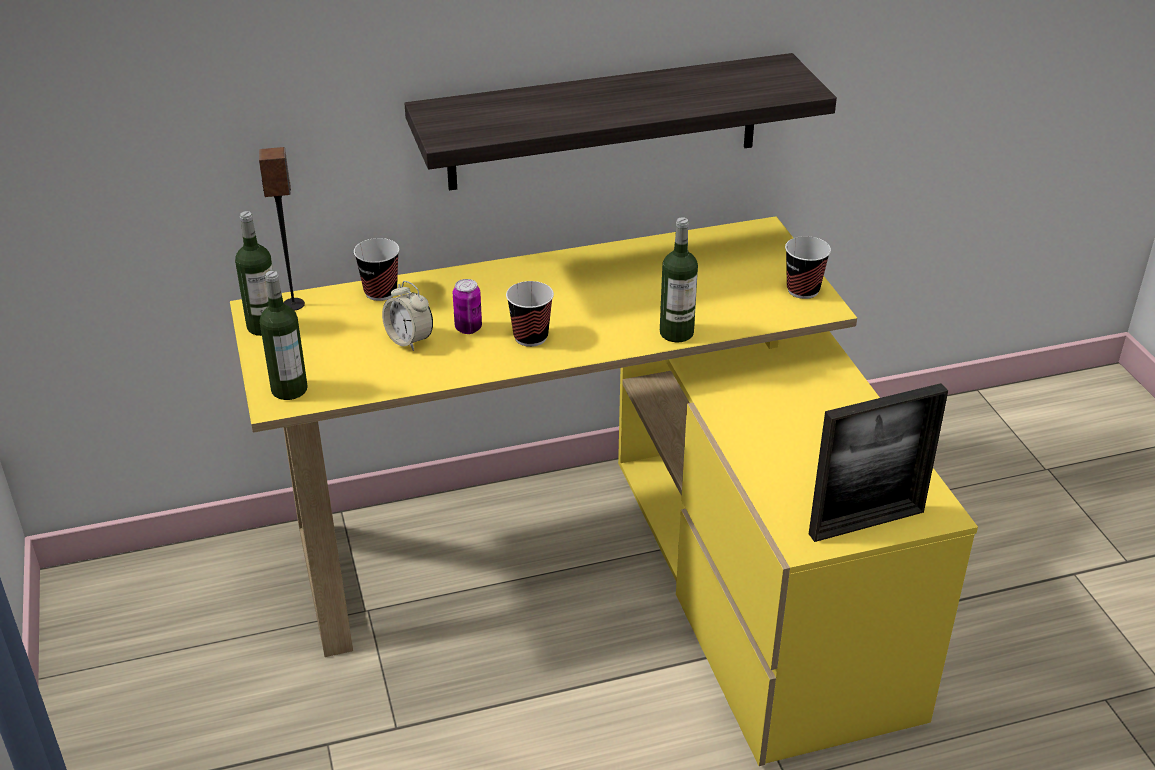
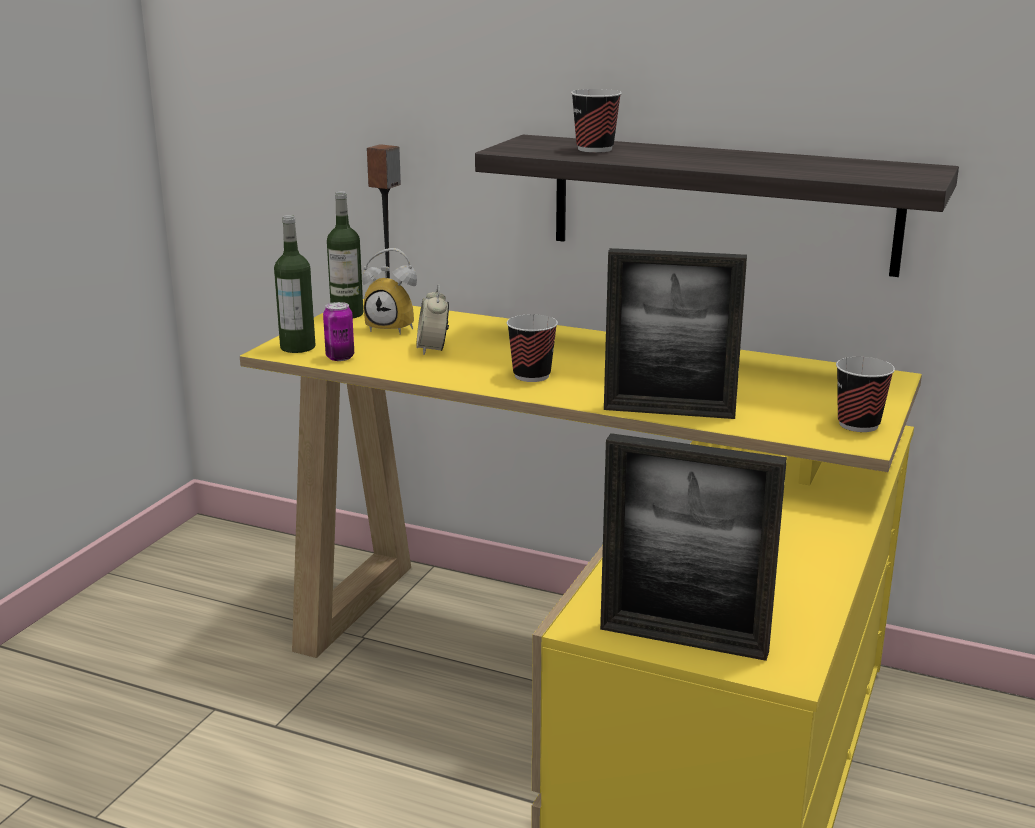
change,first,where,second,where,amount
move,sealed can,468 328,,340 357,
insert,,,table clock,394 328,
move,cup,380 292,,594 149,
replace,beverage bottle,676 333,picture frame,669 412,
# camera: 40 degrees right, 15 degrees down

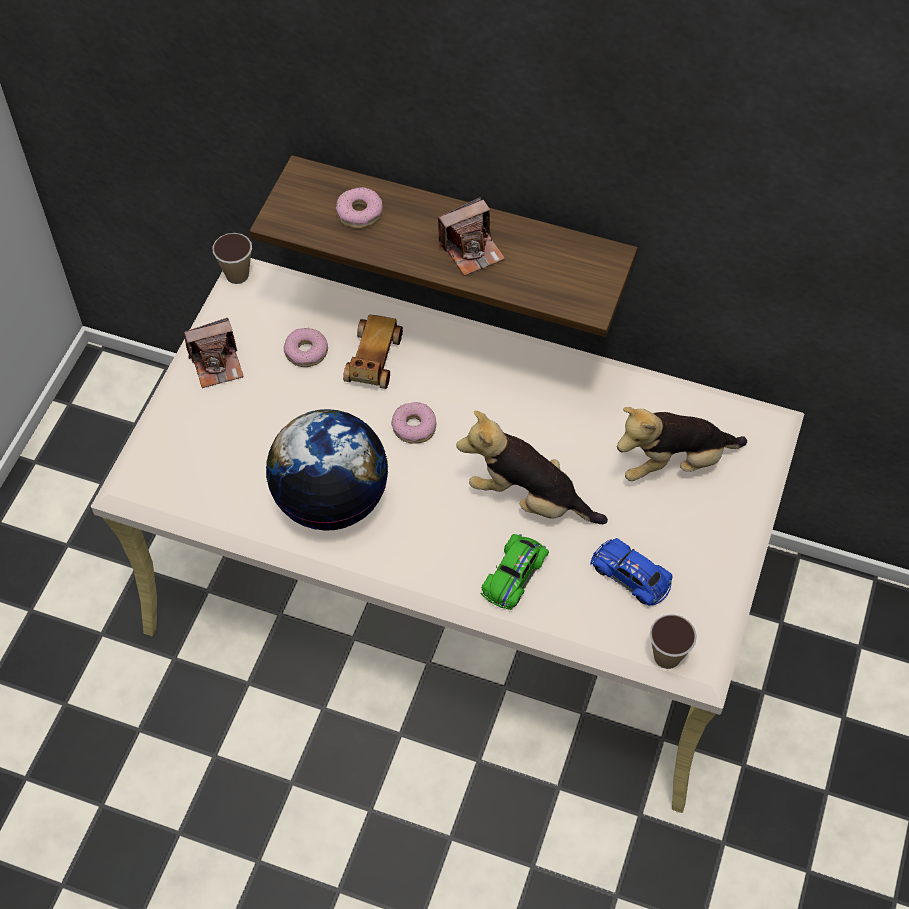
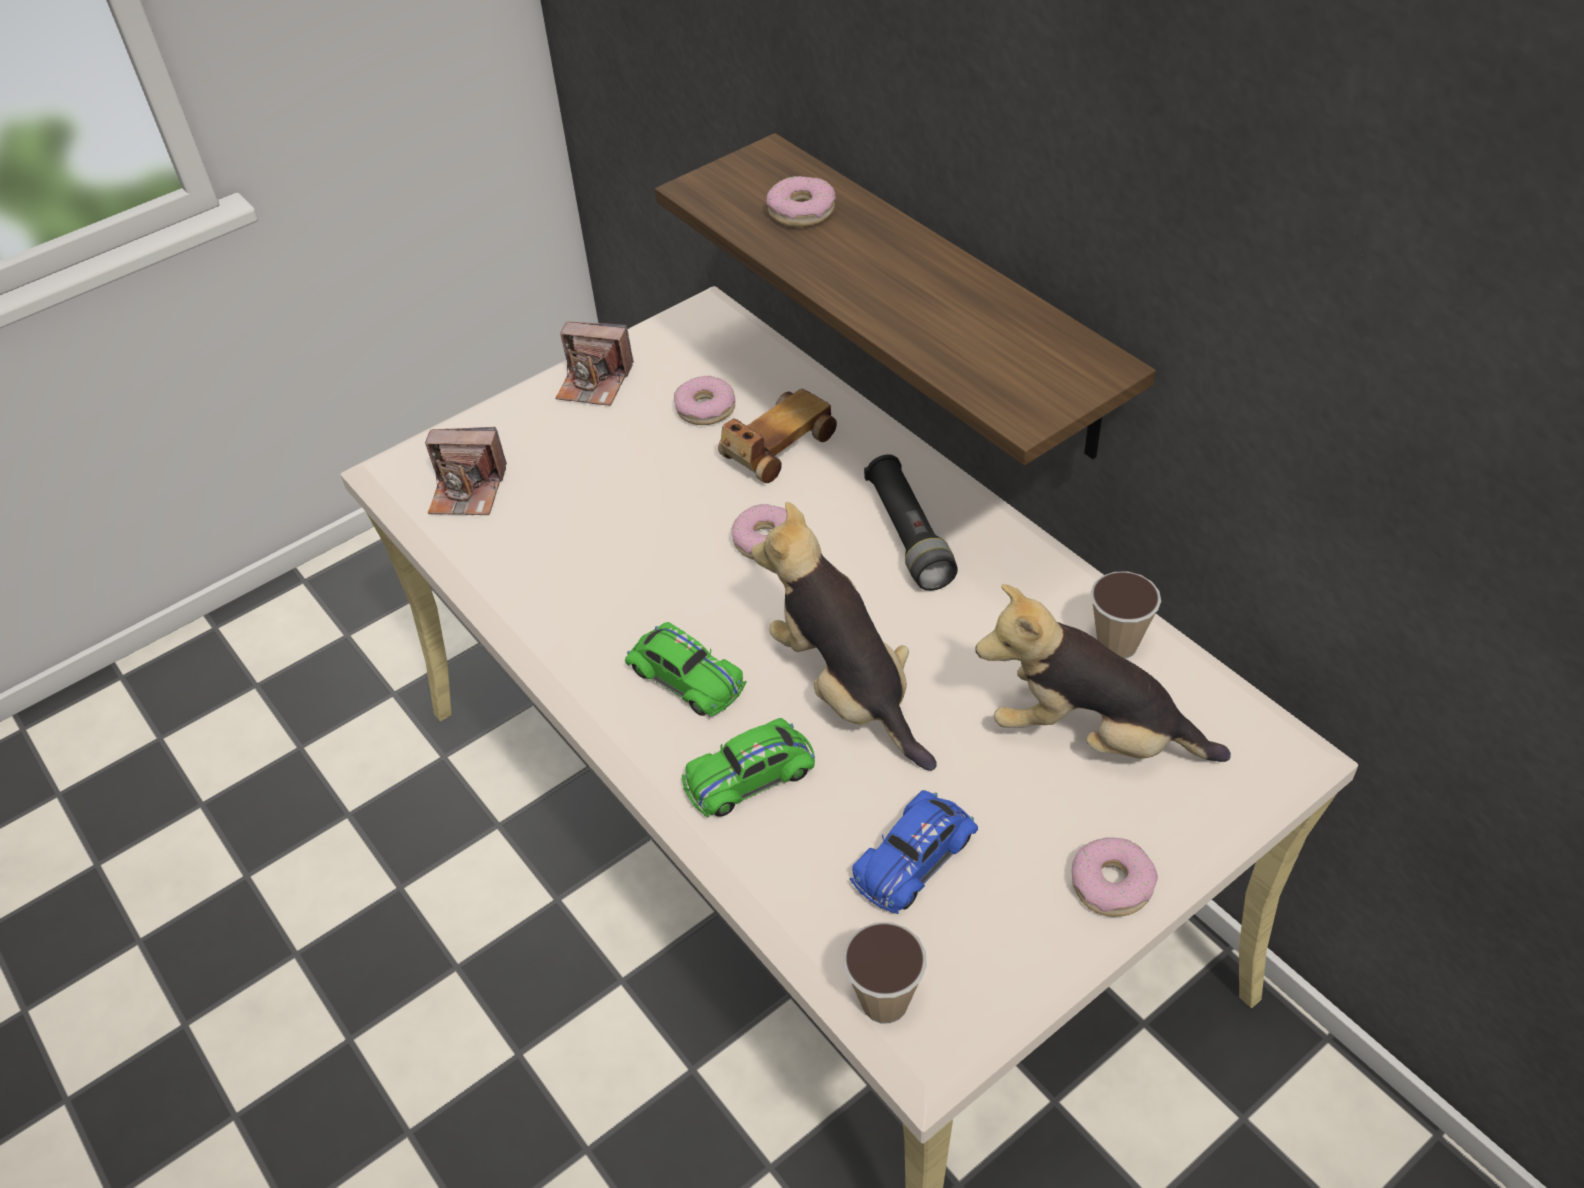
change,first,where,second,where,amount
move,still camera,471 250,,468 491,
insert,,,model car in green,686 678,
rotate,model car in blue-coloured,630 576,,914 859,120 degrees counterclockwise
insert,,,hand torch in blackish,909 535,
insert,,,ring doughnut,1112 884,
move,cup,237 275,,1117 644,
delete,desk globe,331 500,,,
# camera: 35 degrees right, 10 degrees down

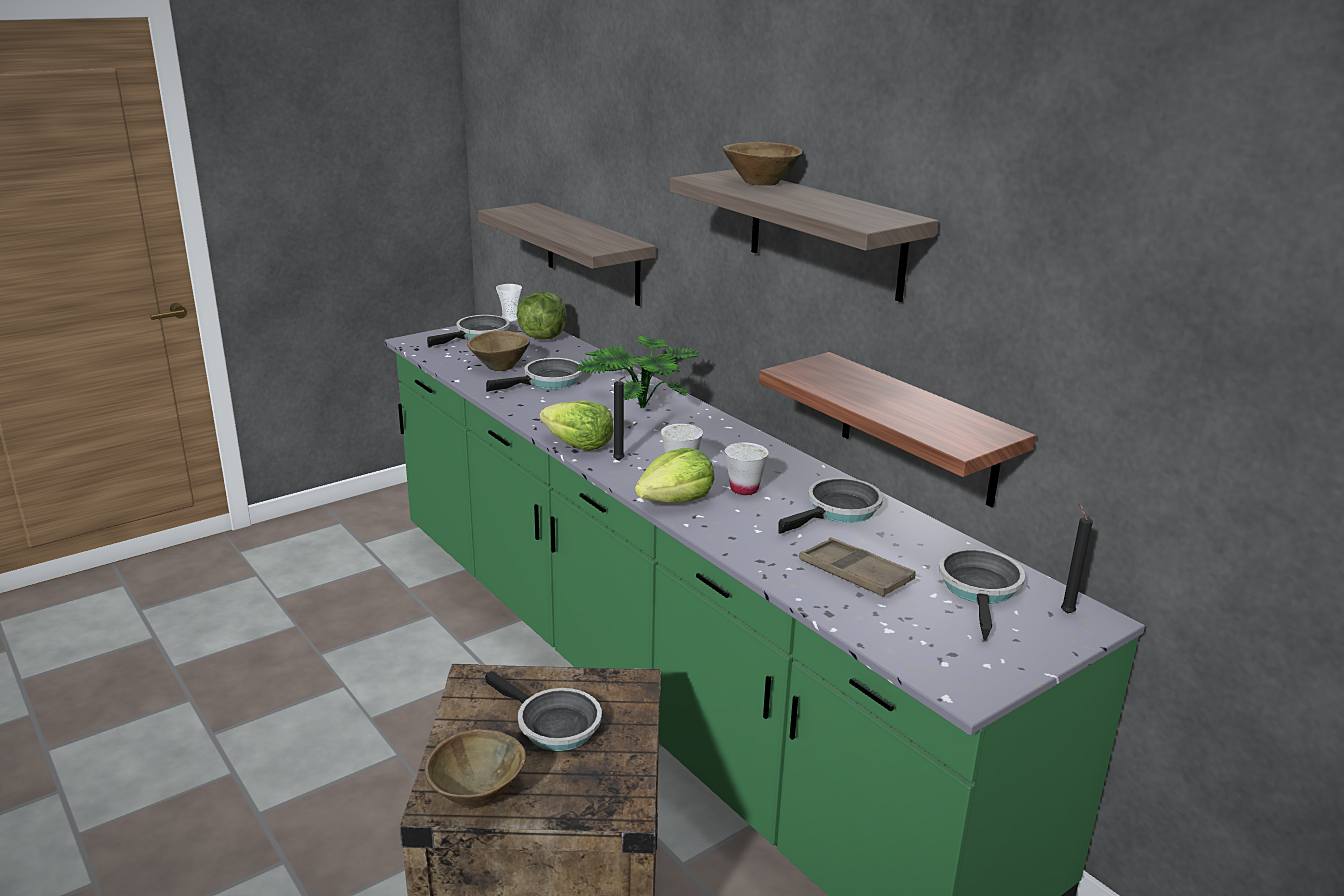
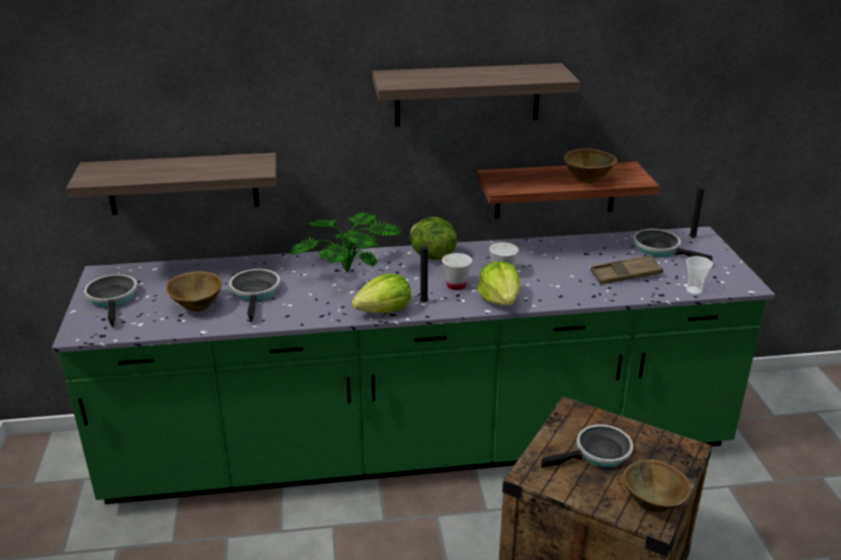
change,first,where,second,where,amount
move,head of lettuce,542 337,,431 256,
move,bowl in brownish,760 183,,587 179,
move,cup,510 319,,694 291,
delete,skillet,839 511,,,
# camera: 60 degrees left, 5 degrees up

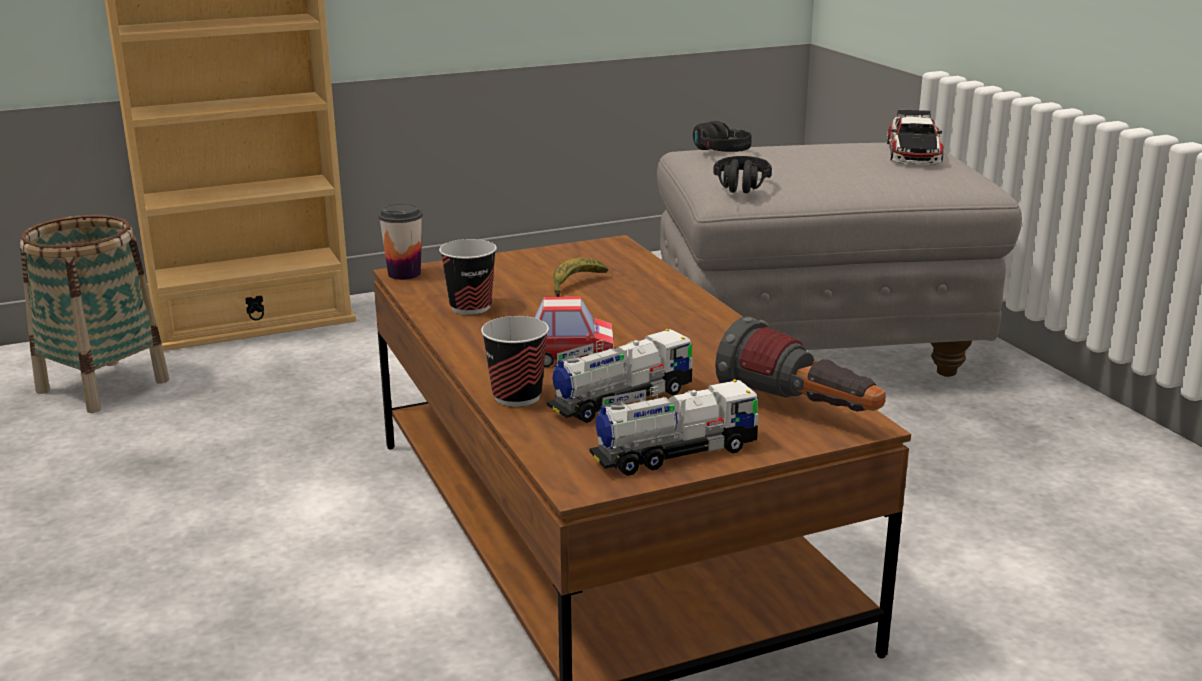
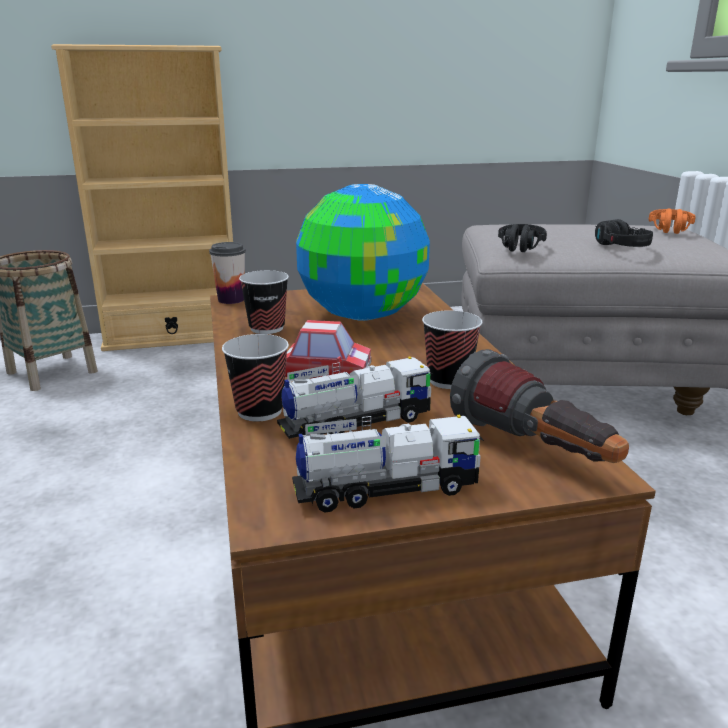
change,first,where,second,where,amount
replace,banana,575 285,desk globe,363 316,
insert,,,cup,448 380,
move,headset in blackish,714 150,,614 245,
replace,model car,913 152,headset in orange-coloured,670 231,
# camera: 10 degrees right, 0 degrees up

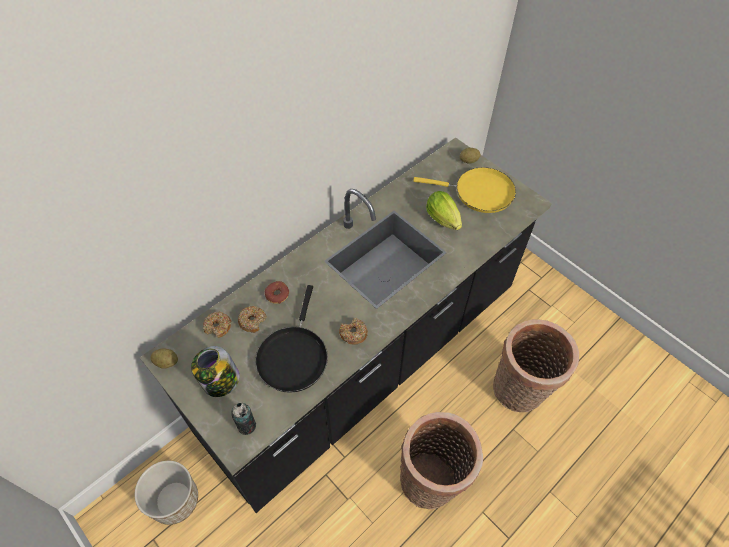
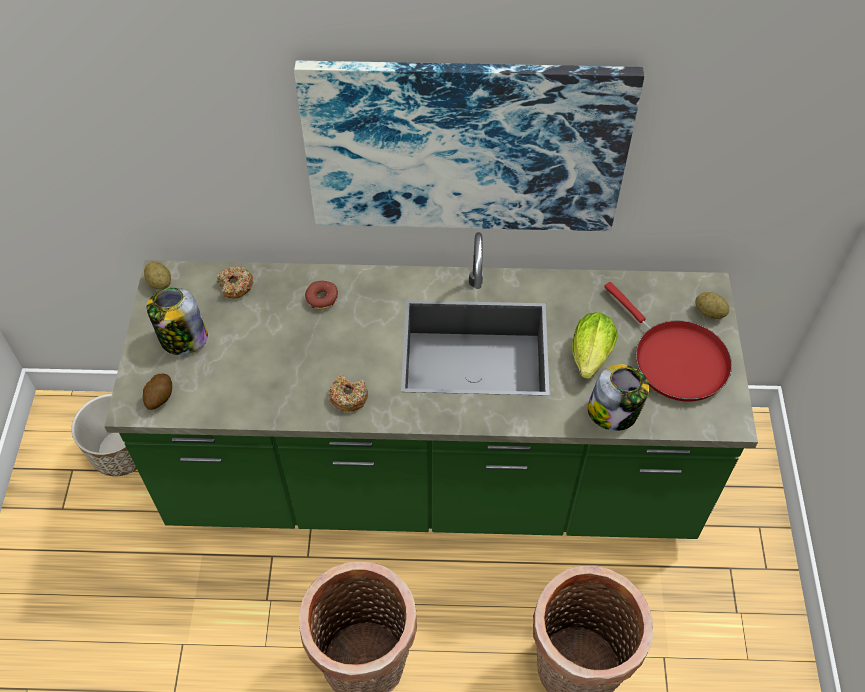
change,first,where,second,where,amount
recolor,counter in blackish,363 361,counter in green,432 477,
replace,sealed can,247 426,spud,160 398,
insert,,,wall art,465 146,
insert,,,preserve jar,613 412,
recolor,skillet in yellow,479 192,skillet in red-coloured,675 359,
delete,ring doughnut,252 321,,,
delete,skillet in blackish,293 356,,,
# camera: 45 degrees right, 0 degrees up

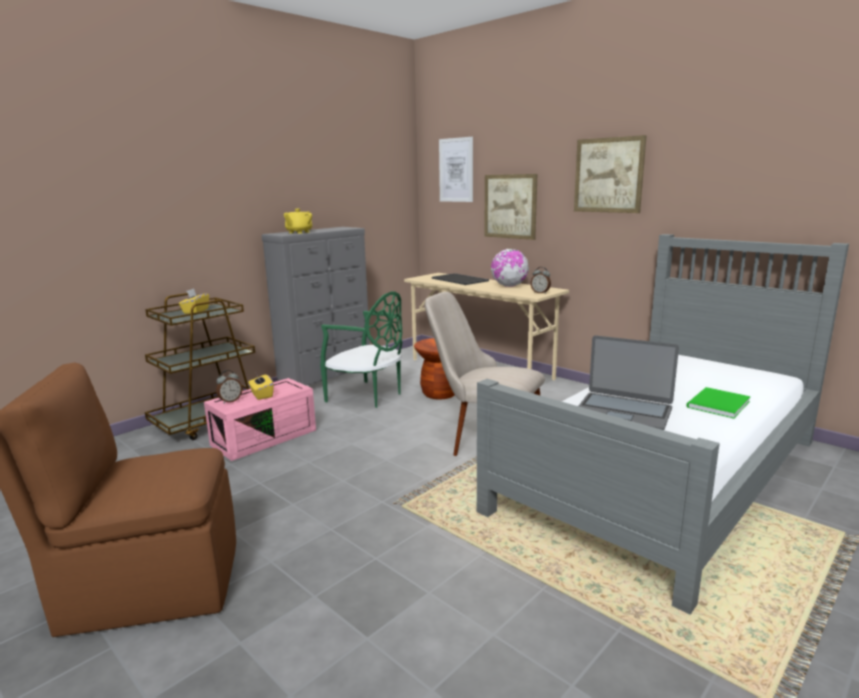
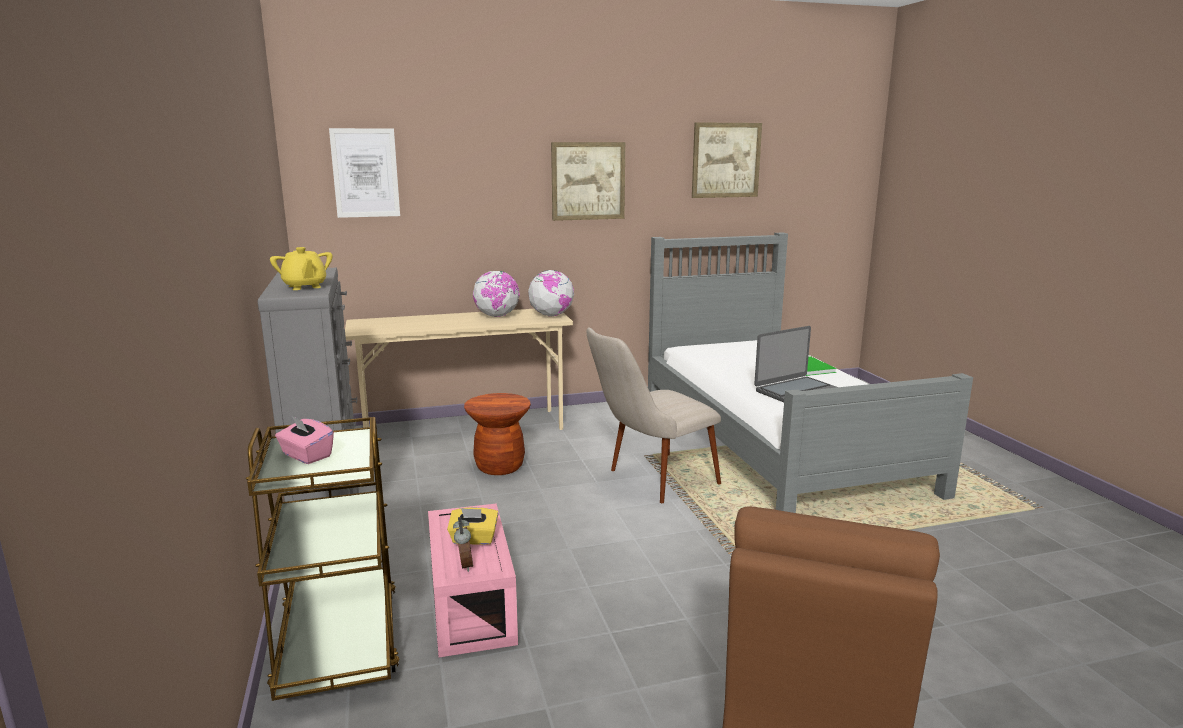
change,first,where,second,where,amount
recolor,tissue holder in yellow,195 311,tissue holder in pink,306 456,
replace,table clock,540 293,desk globe,551 315,
move,wall art,510 206,,726 160,
delete,plain chair in green,367 396,,,
delete,carrying tray,460 279,,,
# camera: 60 degrees left, 0 degrees up

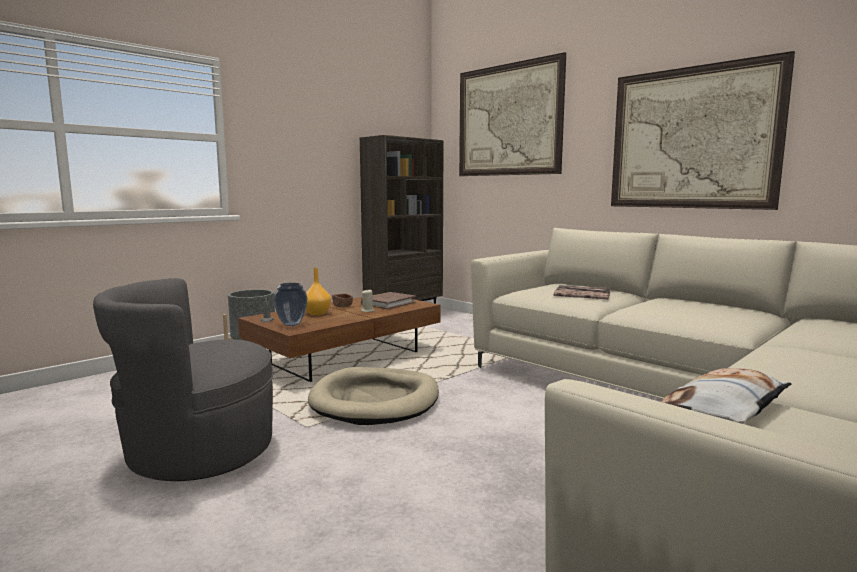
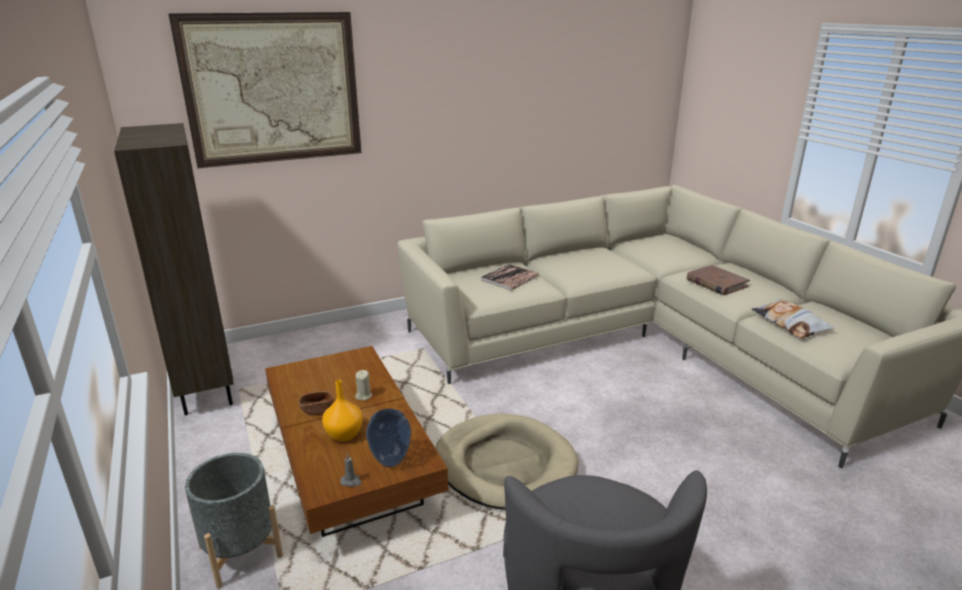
change,first,where,second,where,amount
move,book in brownish,388 303,,716 283,
delete,wall art,692 138,,,
# camera: 70 degrees left, 15 degrees up

